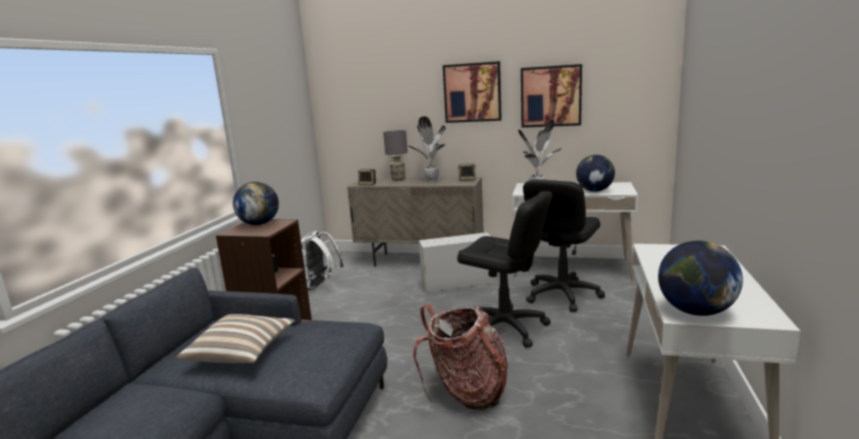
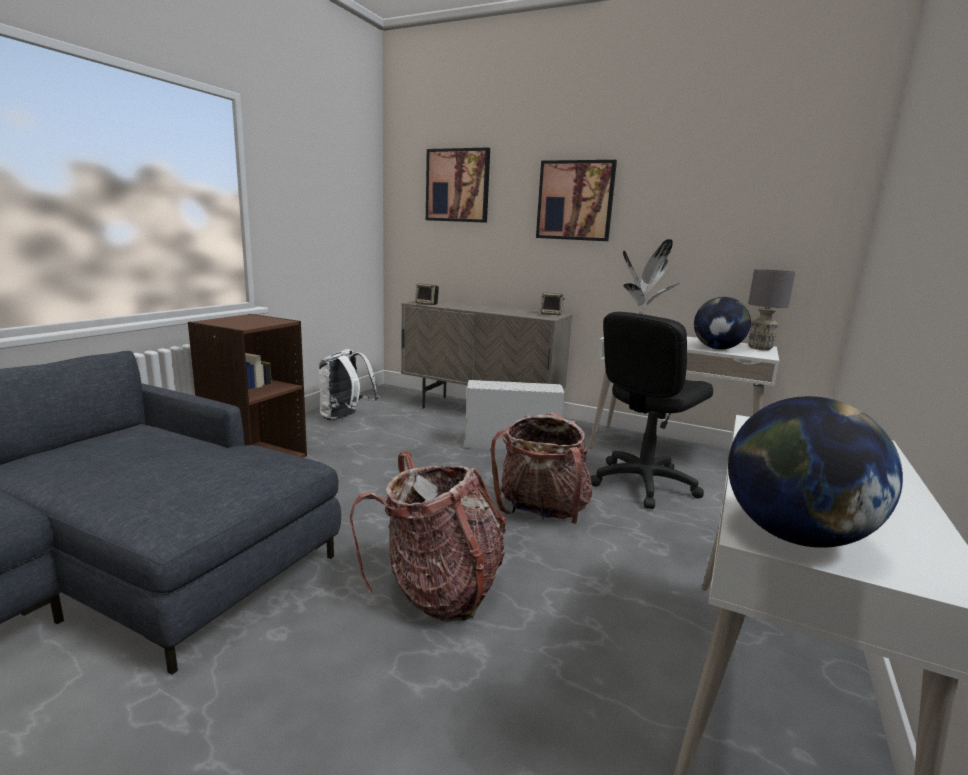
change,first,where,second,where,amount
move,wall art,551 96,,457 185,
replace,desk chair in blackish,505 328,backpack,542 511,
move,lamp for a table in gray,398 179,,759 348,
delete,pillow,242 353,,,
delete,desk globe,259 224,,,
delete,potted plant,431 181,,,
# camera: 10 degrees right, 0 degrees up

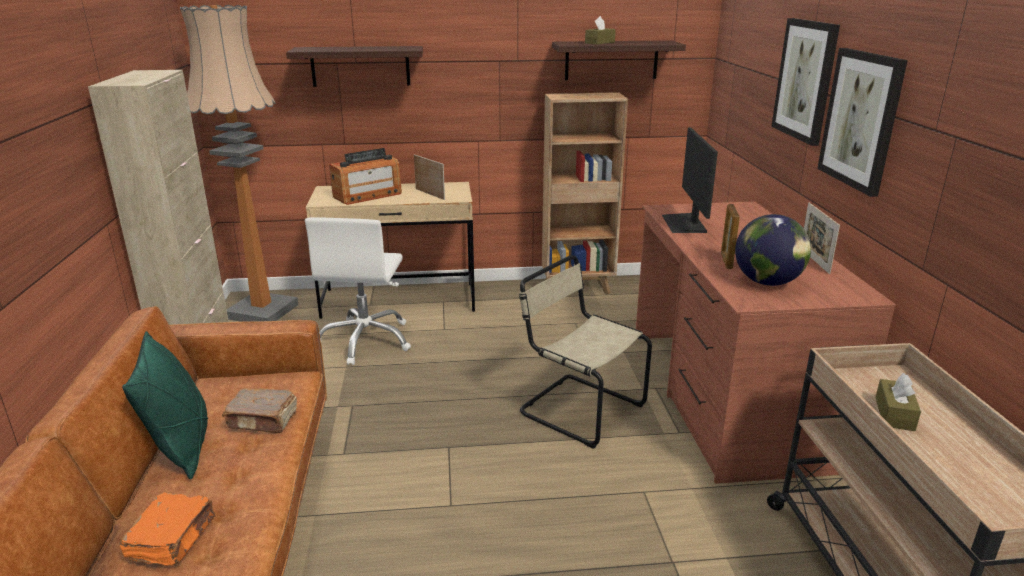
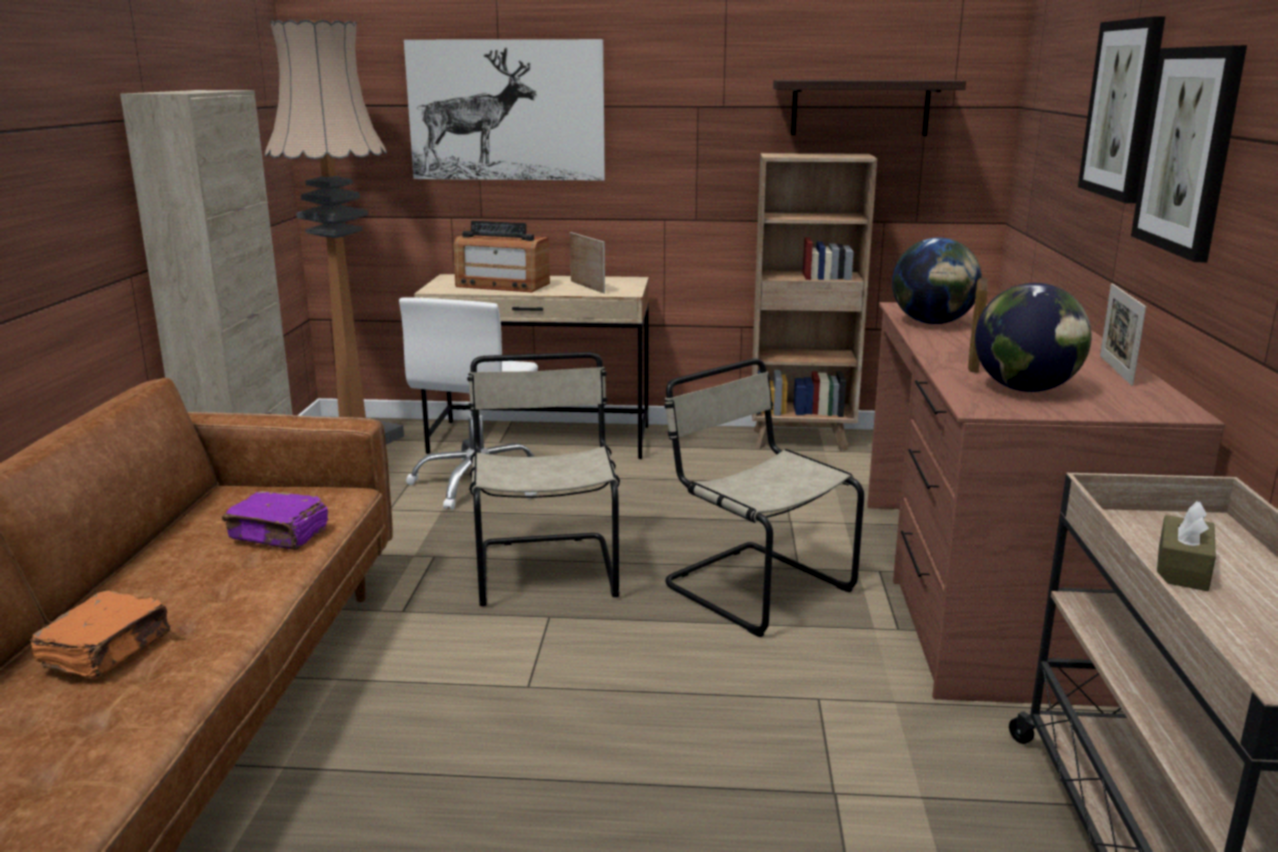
change,first,where,second,where,amount
recolor,book in brownish,263 420,book in purplish,279 535,
replace,wall shelf,360 66,wall art,506 110,
rotate,radio,367 195,,502 285,45 degrees clockwise
insert,,,plain chair in beige,546 568,
replace,computer display,685 223,desk globe,933 323,
delete,pillow in green,183 447,,,
delete,tissue holder in brownish,600 43,,,
# camera: 10 degrees right, 5 degrees down

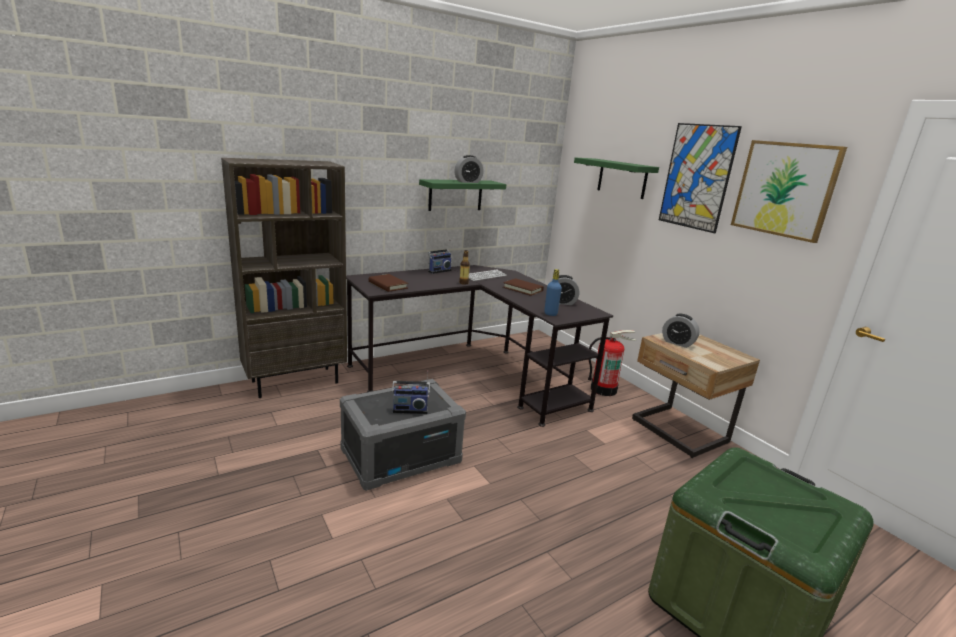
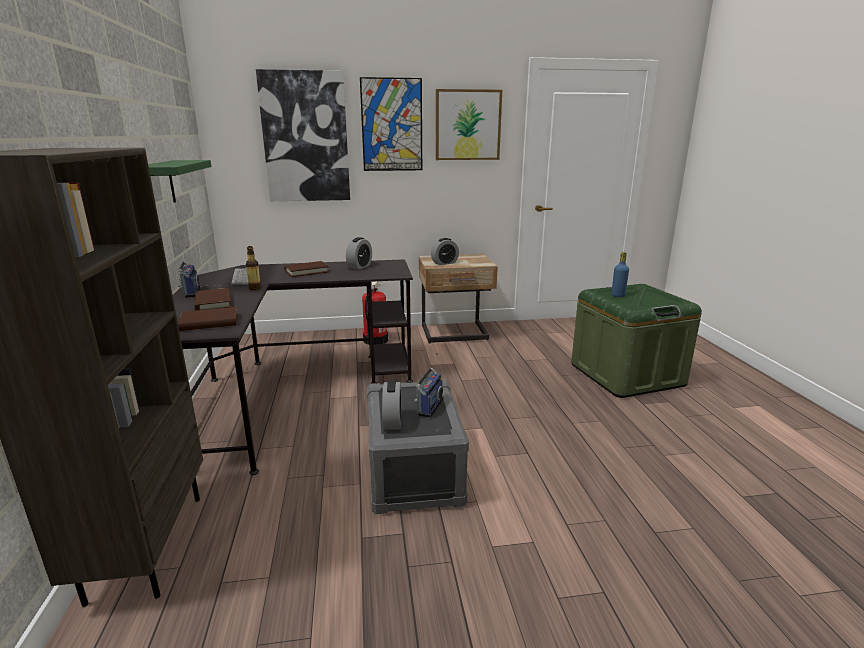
change,first,where,second,where,amount
insert,,,book in brownish,213 303,
replace,wall shelf in green,622 178,wall art,305 138,
move,table clock,468 182,,392 421,
move,beverage bottle in blue-coloured,550 314,,618 295,
# camera: 65 degrees left, 0 degrees up

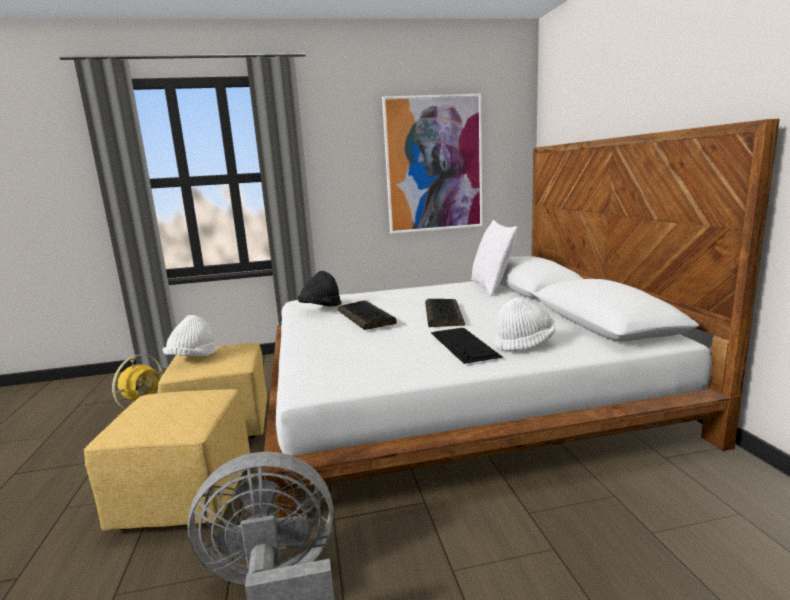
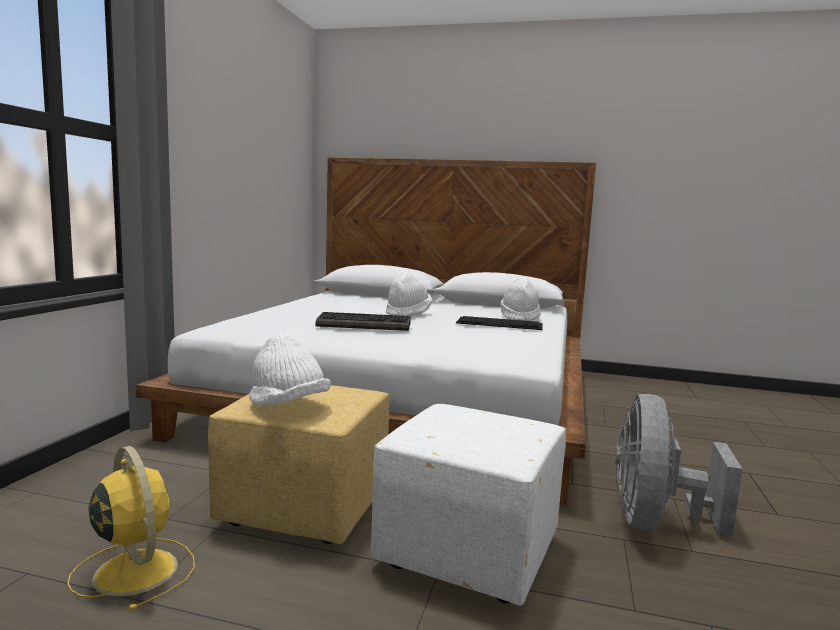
change,first,where,second,where,amount
recolor,pouffe in yellow,183 496,pouffe in white,466 553,
replace,PC keyboard,442 314,wearable hat in white,408 314,
delete,wearable hat in blackish,321 308,,,
delete,wall art,434 164,,,
delete,pillow in white,492 287,,,
# camera: 65 degrees left, 5 degrees down

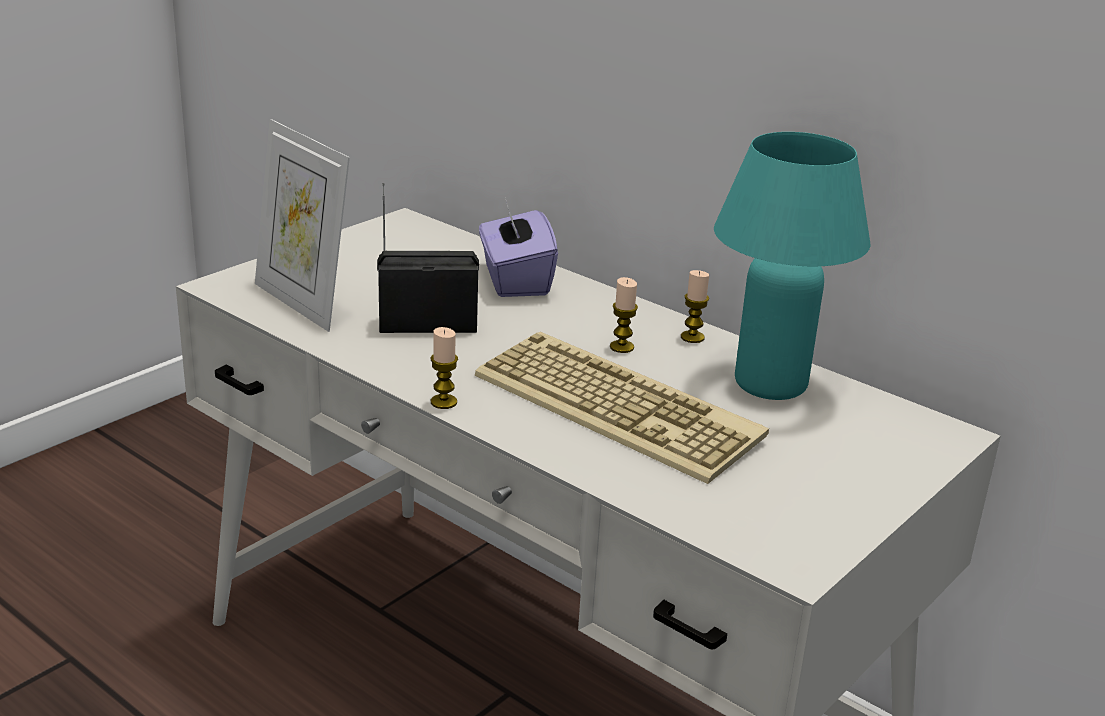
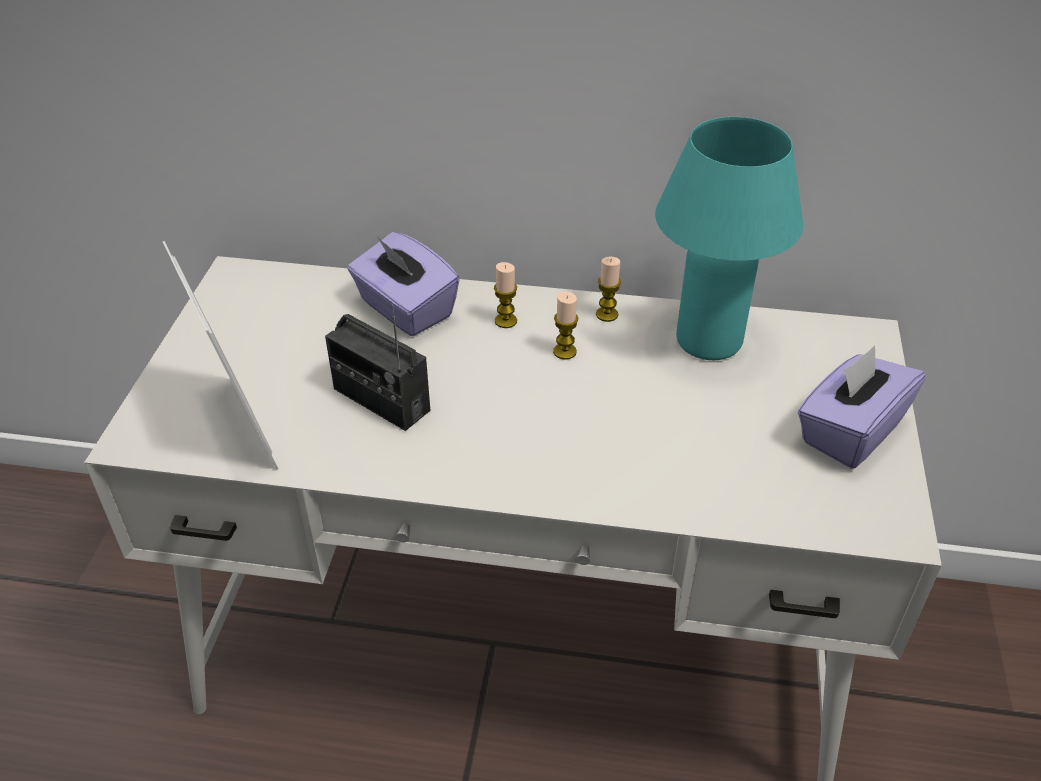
change,first,where,second,where,amount
rotate,picture frame,303 303,,239 426,135 degrees counterclockwise
rotate,radio,428 324,,381 400,105 degrees counterclockwise
move,wax light,443 402,,505 321,
insert,,,tissue holder in purplish,849 432,
delete,PC keyboard,621 406,,,
# camera: 30 degrees left, 15 degrees up

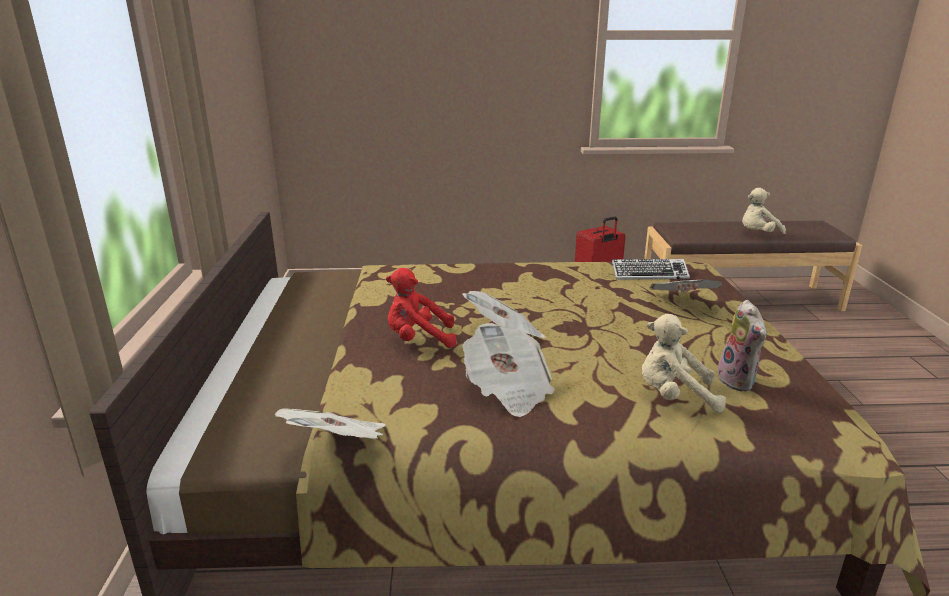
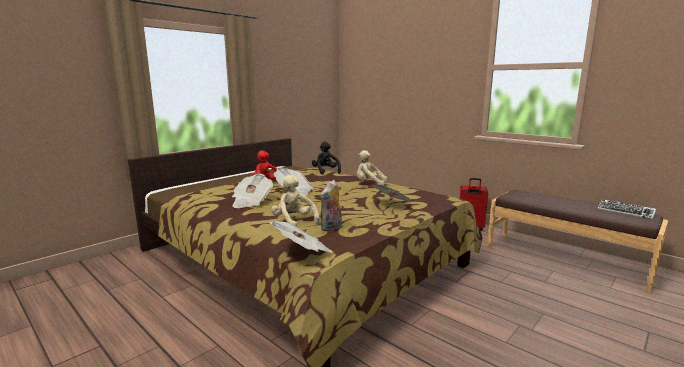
change,first,where,second,where,amount
move,printed paper,338 446,,302 252,
insert,,,cuddly toy in blackish,326 171,
move,cuddly toy in beige,757 234,,369 184,
move,PC keyboard,649 274,,625 212,
# camera: 45 degrees right, 10 degrees down

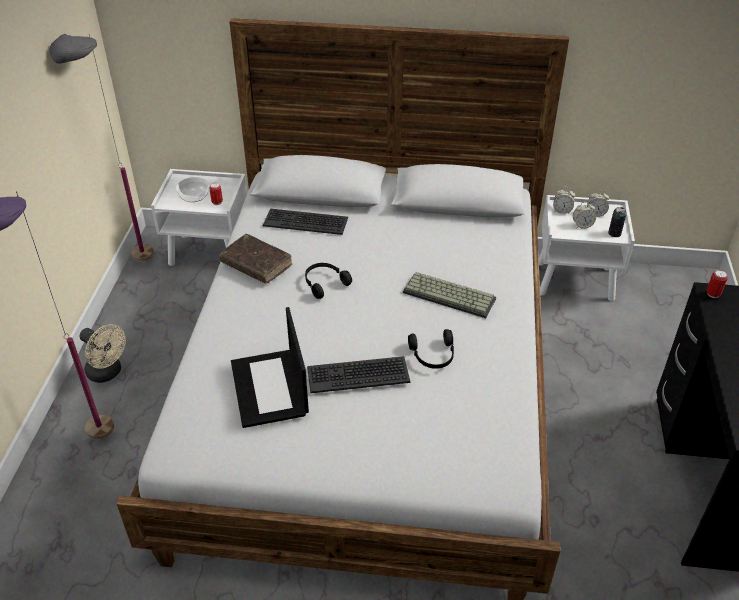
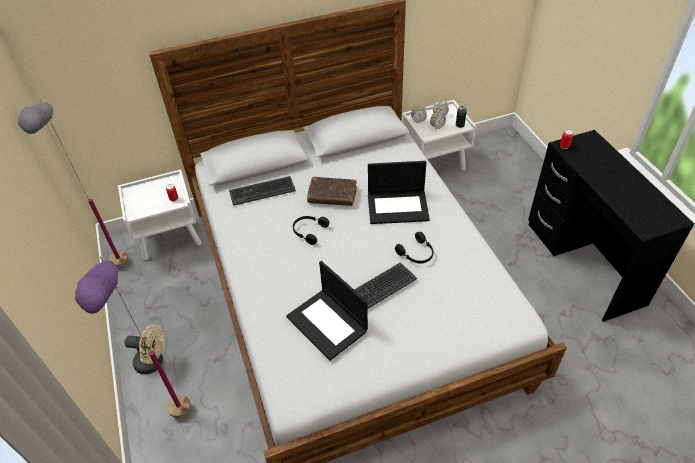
change,first,where,second,where,amount
move,book in brownish,256 265,,332 195,
replace,PC keyboard,450 295,laptop,398 207,
delete,bowl,194 197,,,
# camera: 25 degrees left, 5 degrees up

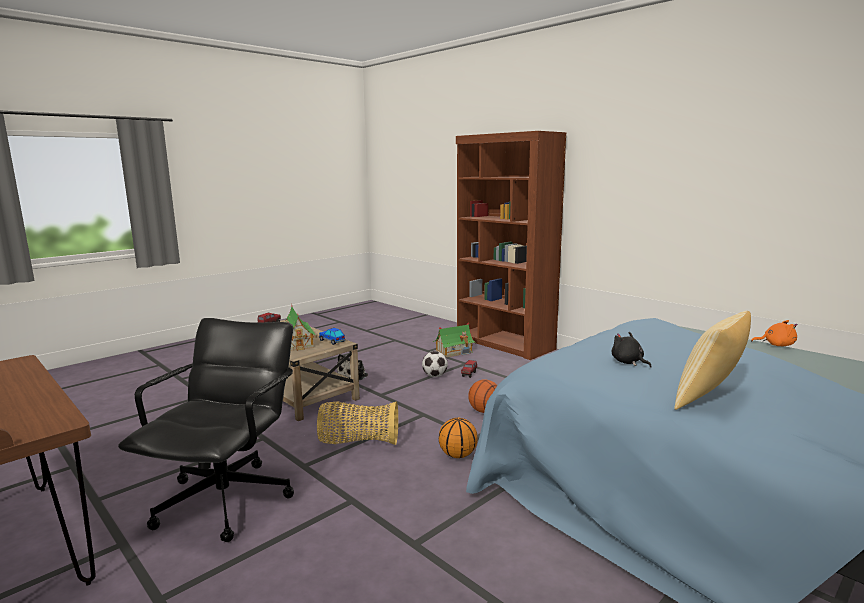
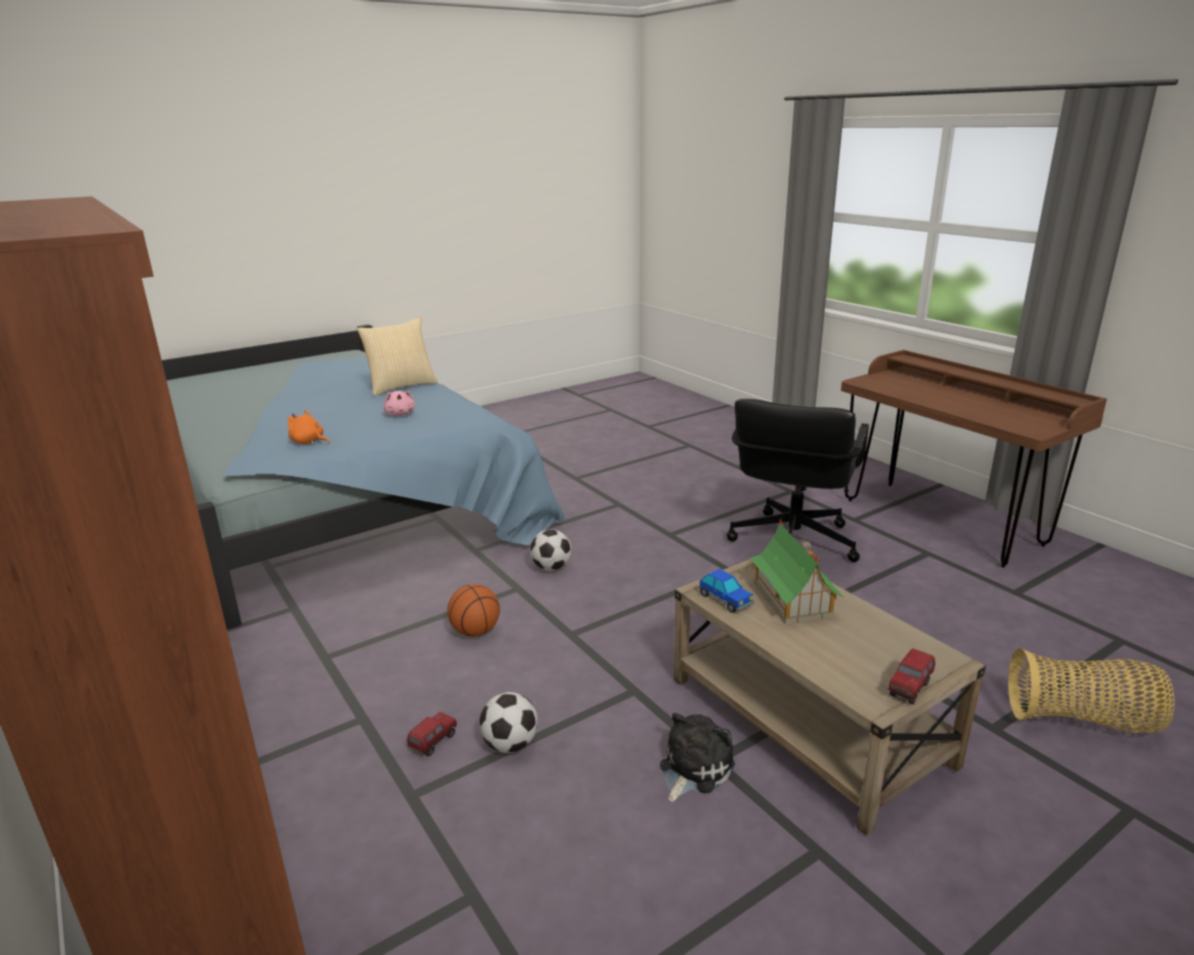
change,first,where,second,where,amount
move,cuddly toy in orange-coloured,776 345,,309 442,
recolor,cuddly toy in blackish,628 362,cuddly toy in pink,400 414,
replace,basketball,458 455,ball for football,551 568,
move,basket,358 442,,1082 719,
delete,miniature house,454 351,,,
# camera: 170 degrees left, 10 degrees up

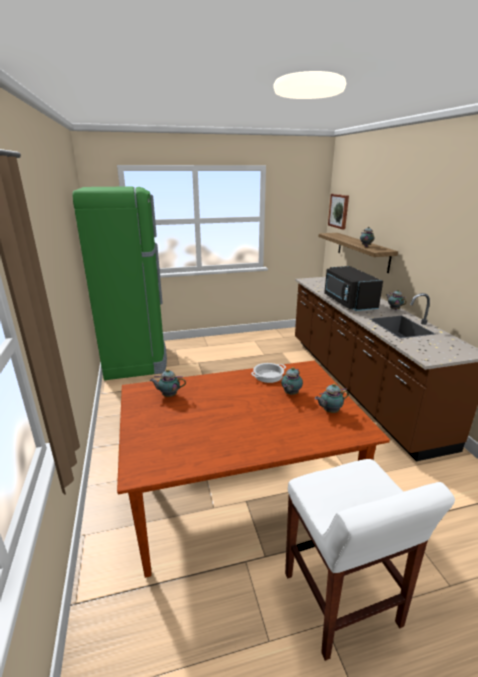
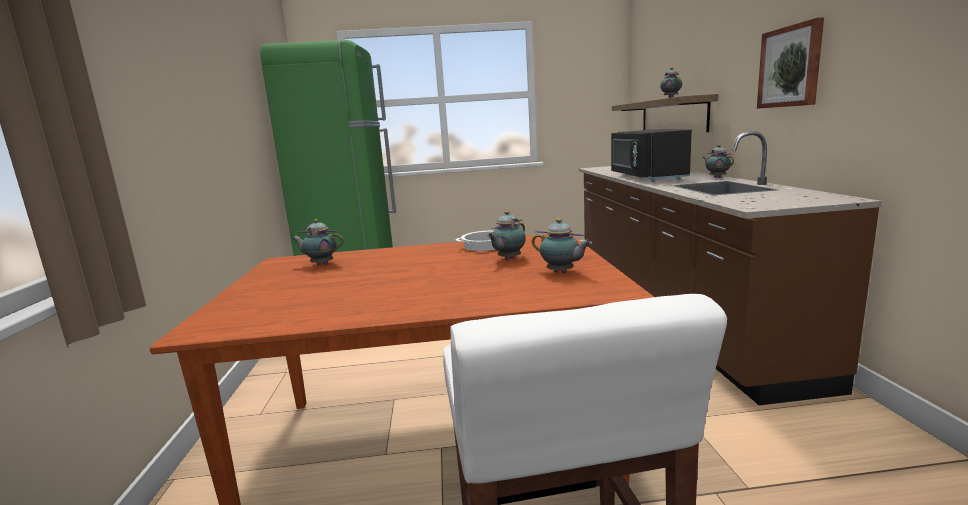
change,first,where,second,where,amount
rotate,tea pot,329 411,,561 272,135 degrees counterclockwise
move,wall art,339 211,,790 67,
# camera: 10 degrees right, 10 degrees down

